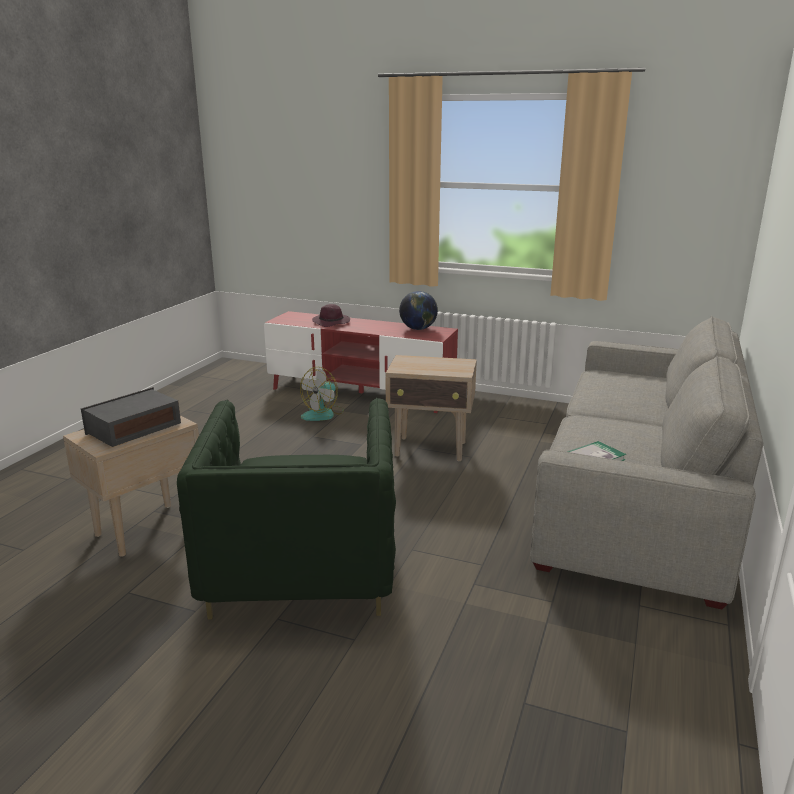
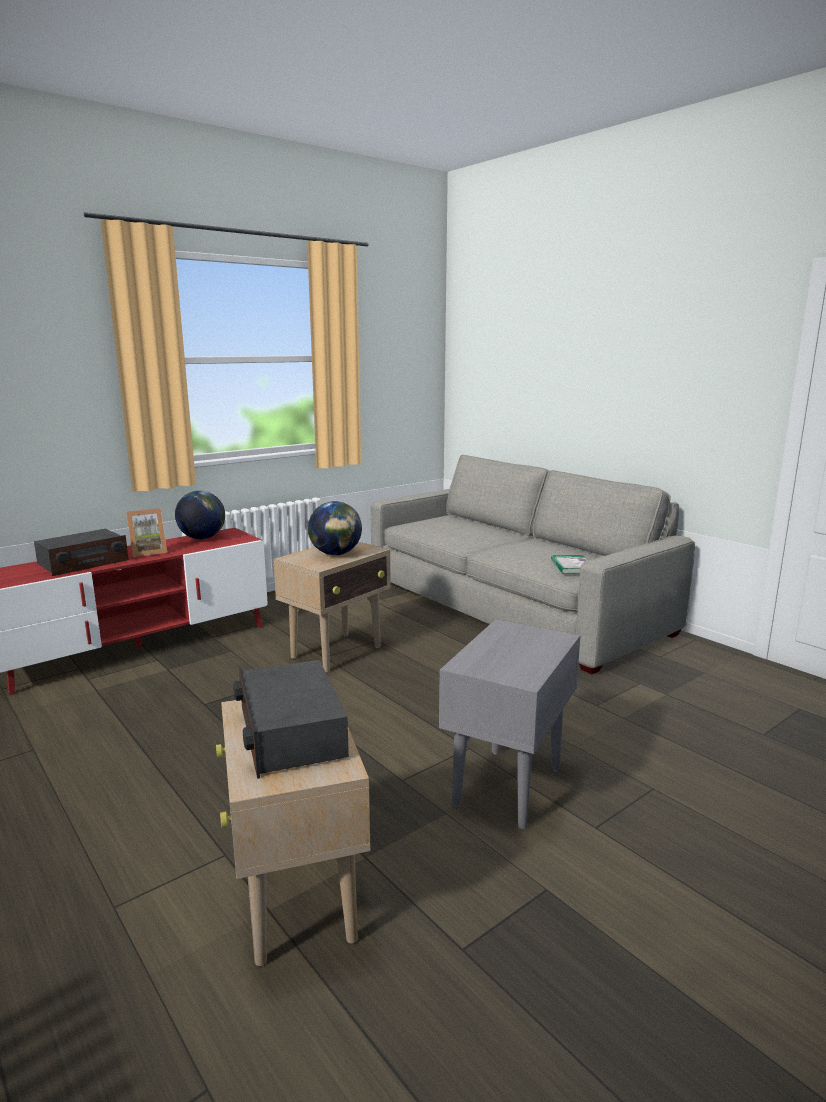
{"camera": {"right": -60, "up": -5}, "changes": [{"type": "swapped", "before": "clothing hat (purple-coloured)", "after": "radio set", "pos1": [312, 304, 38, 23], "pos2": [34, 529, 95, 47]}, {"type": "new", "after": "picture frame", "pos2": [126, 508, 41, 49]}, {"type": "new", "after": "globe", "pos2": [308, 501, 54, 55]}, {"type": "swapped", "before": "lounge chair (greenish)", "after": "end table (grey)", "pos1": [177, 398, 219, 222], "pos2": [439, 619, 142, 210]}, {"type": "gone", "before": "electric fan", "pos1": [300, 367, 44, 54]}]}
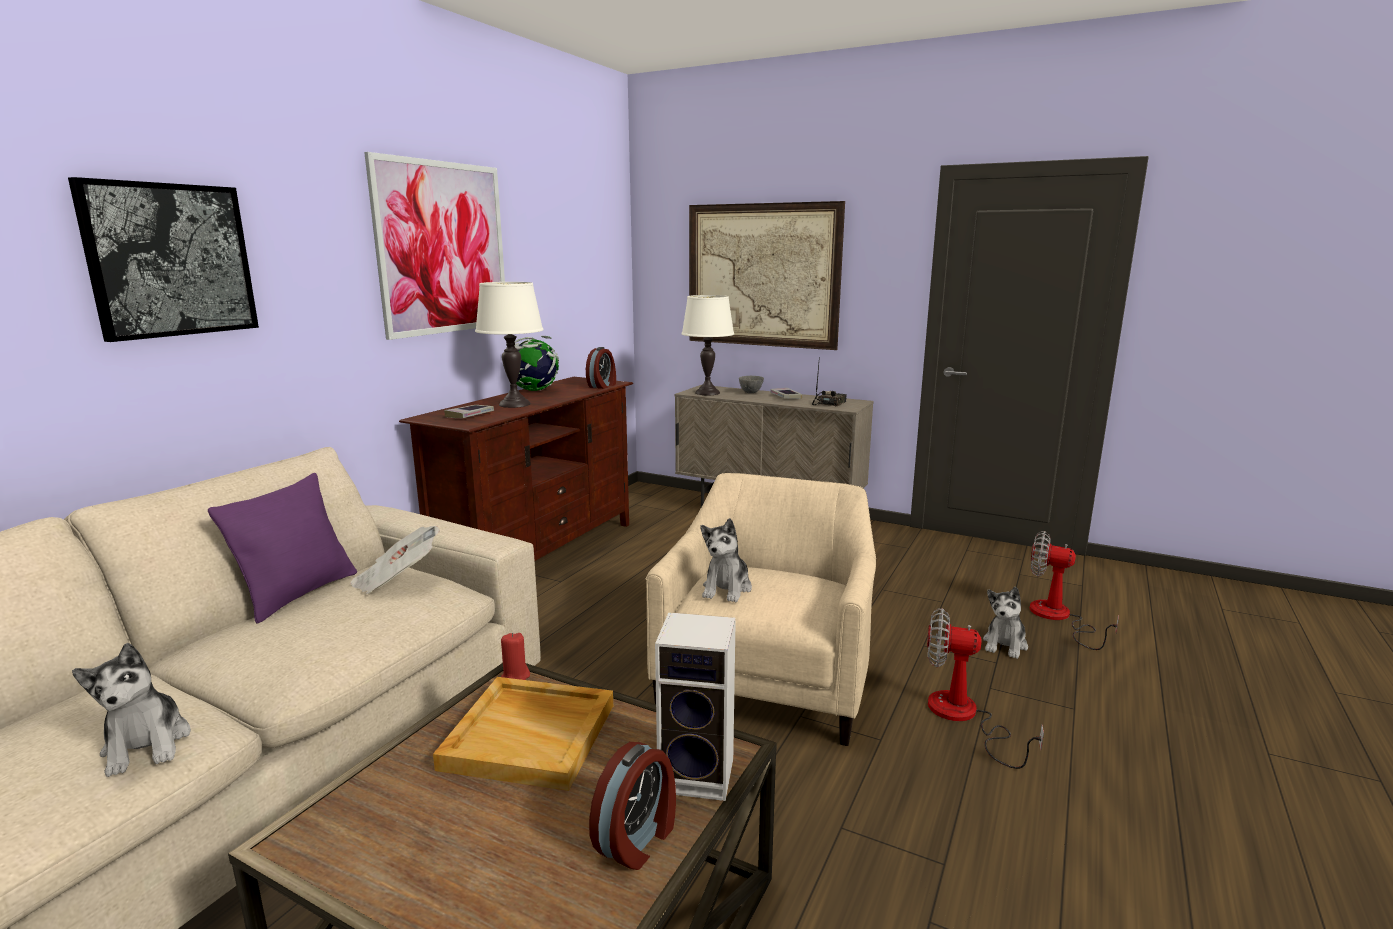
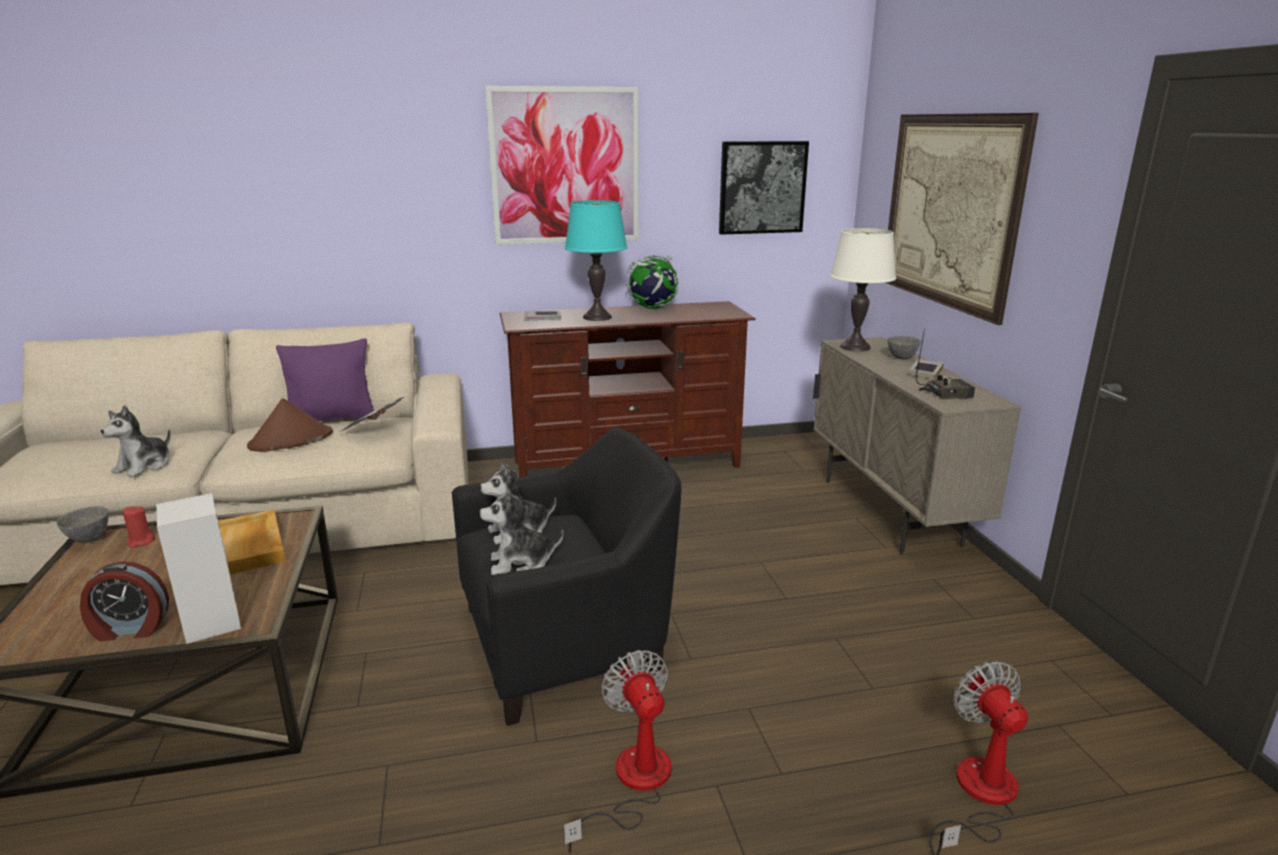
{"camera": {"right": 50, "up": 5}, "changes": [{"type": "new", "after": "serving bowl (grey)", "pos2": [56, 506, 52, 36]}, {"type": "shifted", "before": "wax light (red)", "pos1": [501, 633, 29, 47], "pos2": [123, 506, 32, 42]}, {"type": "new", "after": "clothing hat (brown)", "pos2": [247, 398, 86, 54]}, {"type": "repainted", "before": "lounge chair (beige-coloured)", "after": "lounge chair (black-coloured)", "pos1": [646, 473, 230, 273], "pos2": [452, 427, 230, 299]}, {"type": "shifted", "before": "plush toy", "pos1": [983, 587, 45, 72], "pos2": [480, 487, 84, 88]}, {"type": "repainted", "before": "table lamp (white-coloured)", "after": "table lamp (turquoise)", "pos1": [475, 282, 69, 126], "pos2": [565, 200, 63, 121]}, {"type": "shifted", "before": "wall art", "pos1": [68, 177, 191, 165], "pos2": [719, 141, 90, 94]}, {"type": "gone", "before": "table clock", "pos1": [586, 347, 30, 42]}]}
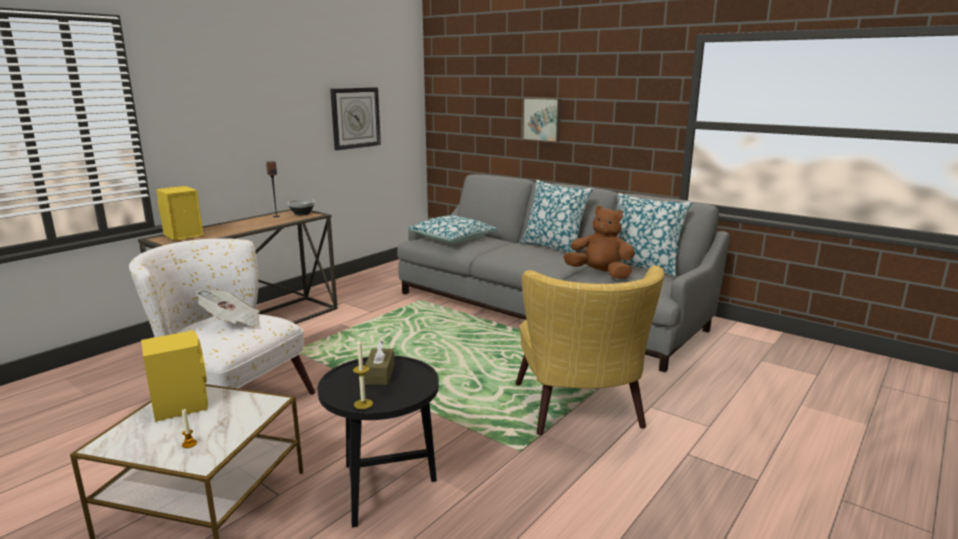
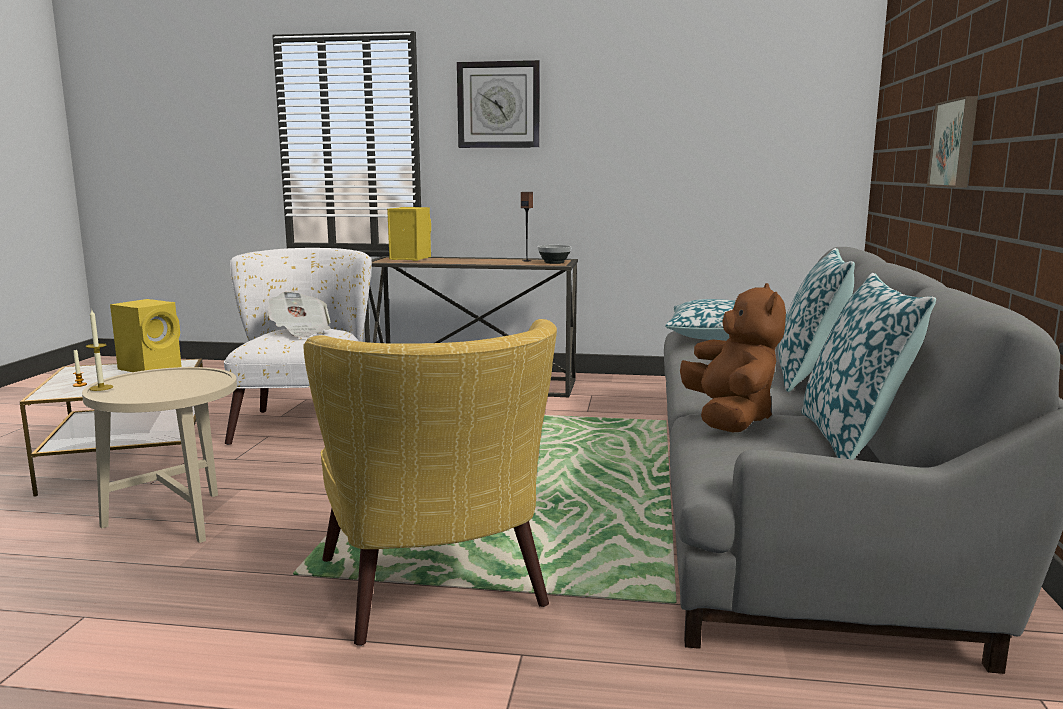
{"camera": {"right": 60, "up": -5}, "changes": [{"type": "repainted", "before": "end table (black-coloured)", "after": "end table (beige-coloured)", "pos1": [318, 356, 121, 172], "pos2": [82, 367, 155, 176]}, {"type": "rotated", "before": "lounge chair (yellow)", "pos1": [516, 266, 148, 169], "pos2": [304, 319, 253, 327], "turn": -75}, {"type": "shifted", "before": "hanging clock", "pos1": [330, 87, 51, 63], "pos2": [457, 60, 83, 88]}, {"type": "gone", "before": "tissue box (brown)", "pos1": [364, 341, 30, 44]}]}
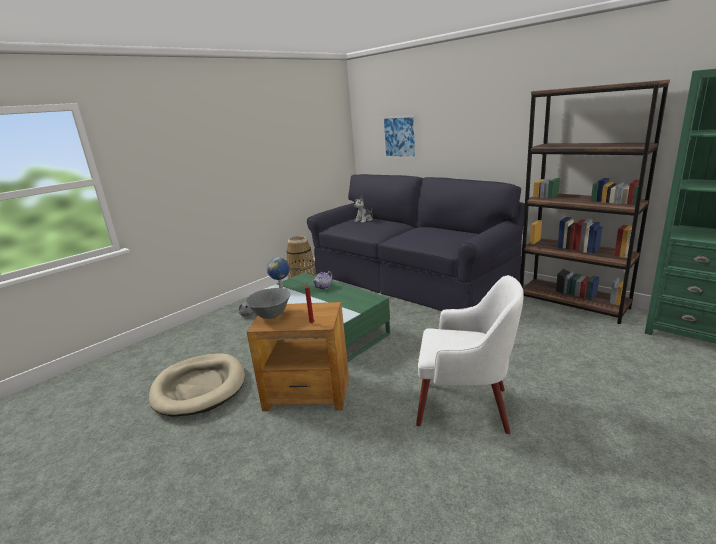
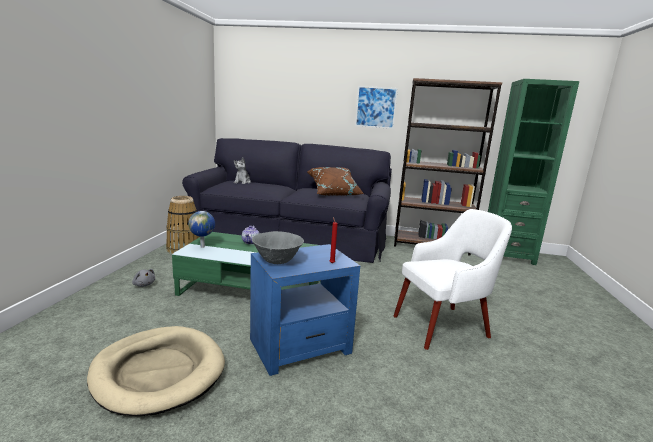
{"camera": {"right": -35, "up": -5}, "changes": [{"type": "repainted", "before": "end table (brown)", "after": "end table (blue-coloured)", "pos1": [247, 302, 102, 109], "pos2": [250, 244, 110, 132]}, {"type": "new", "after": "cushion (brown)", "pos2": [307, 167, 57, 28]}, {"type": "shifted", "before": "wall art", "pos1": [383, 115, 34, 43], "pos2": [355, 86, 43, 43]}]}
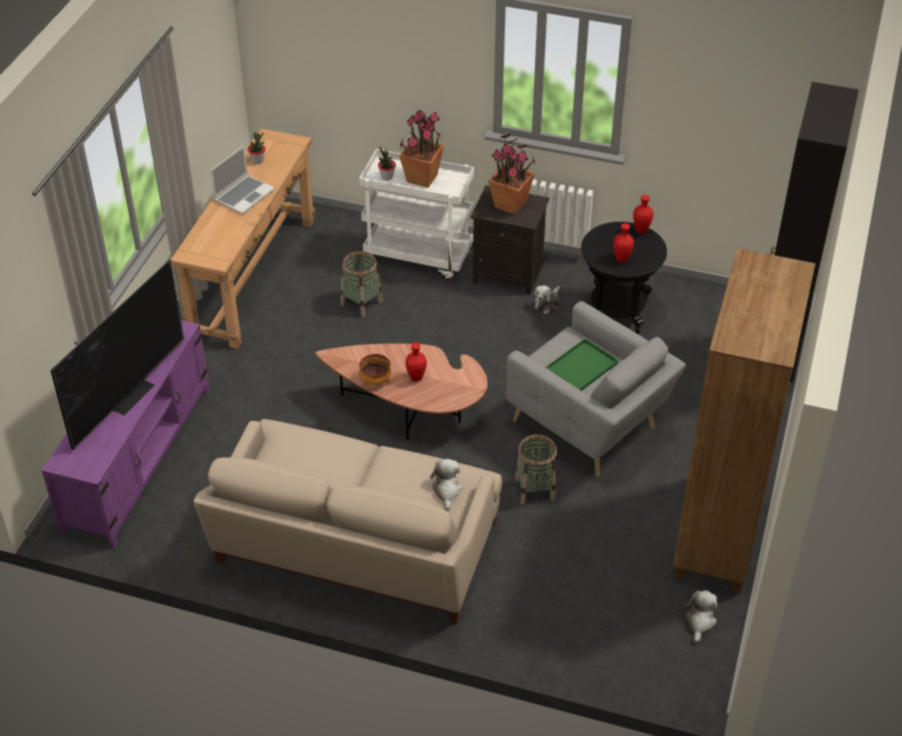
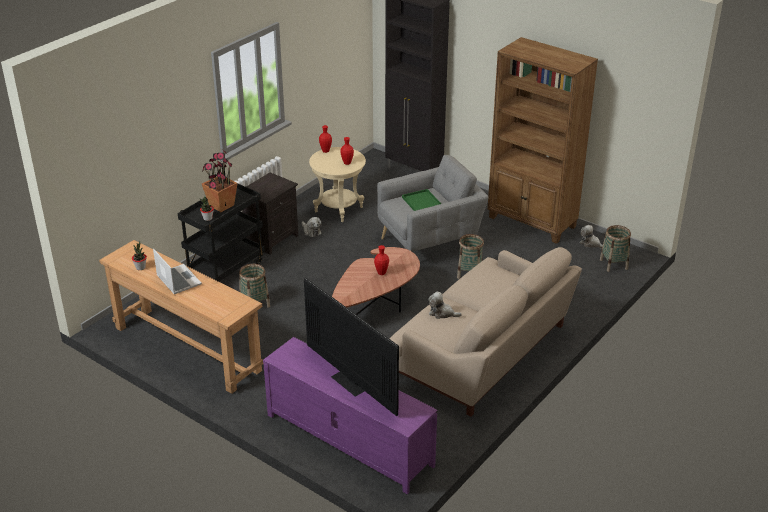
{"camera": {"right": -70, "up": -10}, "changes": [{"type": "repainted", "before": "trolley (white-coloured)", "after": "trolley (black-coloured)", "pos1": [359, 149, 115, 132], "pos2": [178, 184, 87, 98]}, {"type": "repainted", "before": "end table (black-coloured)", "after": "end table (beige-coloured)", "pos1": [581, 222, 86, 113], "pos2": [309, 147, 57, 75]}, {"type": "shifted", "before": "plush toy", "pos1": [430, 459, 33, 52], "pos2": [429, 292, 33, 27]}, {"type": "new", "after": "household basket", "pos2": [600, 225, 31, 47]}, {"type": "gone", "before": "serving bowl", "pos1": [359, 354, 32, 31]}, {"type": "gone", "before": "potted plant", "pos1": [489, 134, 46, 81]}]}
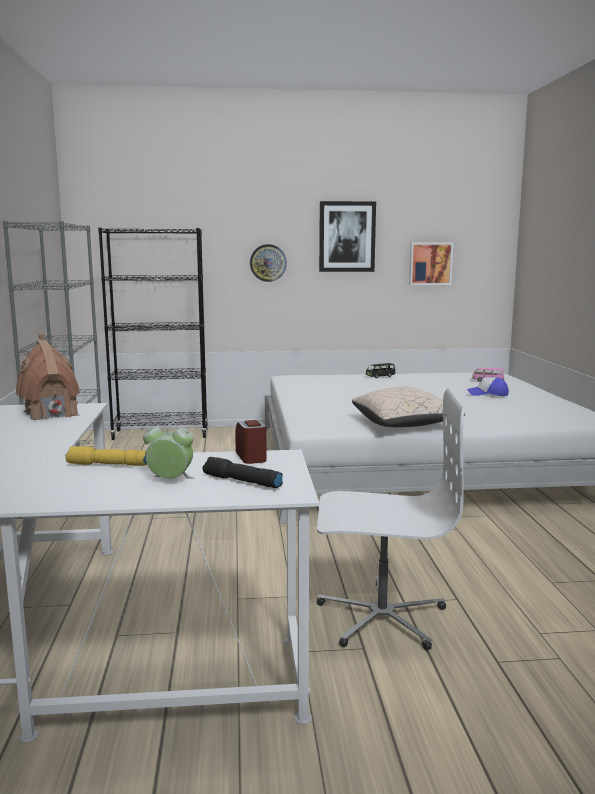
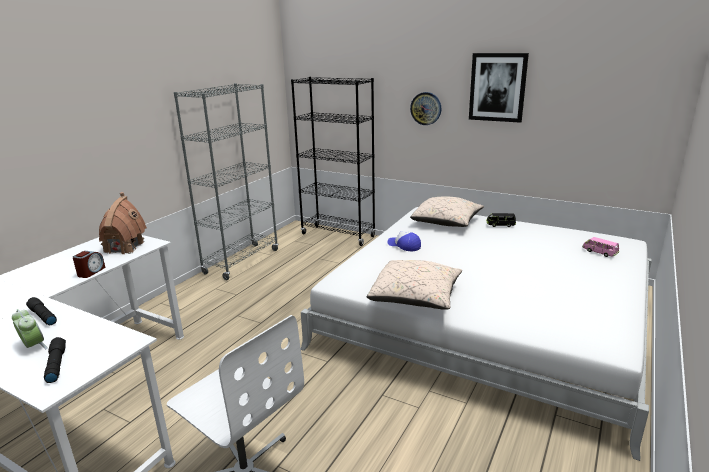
{"camera": {"right": 35, "up": 10}, "changes": [{"type": "repainted", "before": "flashlight (yellow)", "after": "flashlight (black-coloured)", "pos1": [65, 446, 82, 20], "pos2": [26, 297, 31, 28]}, {"type": "shifted", "before": "table clock", "pos1": [235, 420, 32, 44], "pos2": [73, 251, 33, 27]}, {"type": "shifted", "before": "peaked cap", "pos1": [467, 377, 42, 19], "pos2": [387, 231, 34, 20]}, {"type": "new", "after": "cushion (beige-coloured)", "pos2": [410, 196, 74, 31]}, {"type": "gone", "before": "wall art", "pos1": [409, 243, 44, 42]}]}
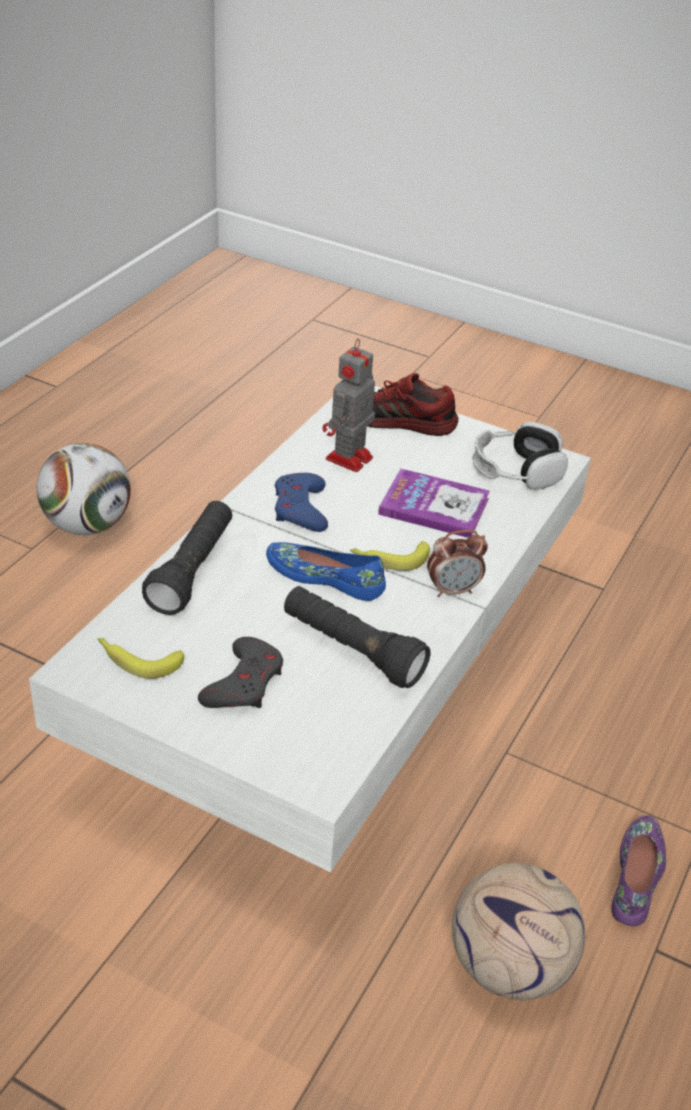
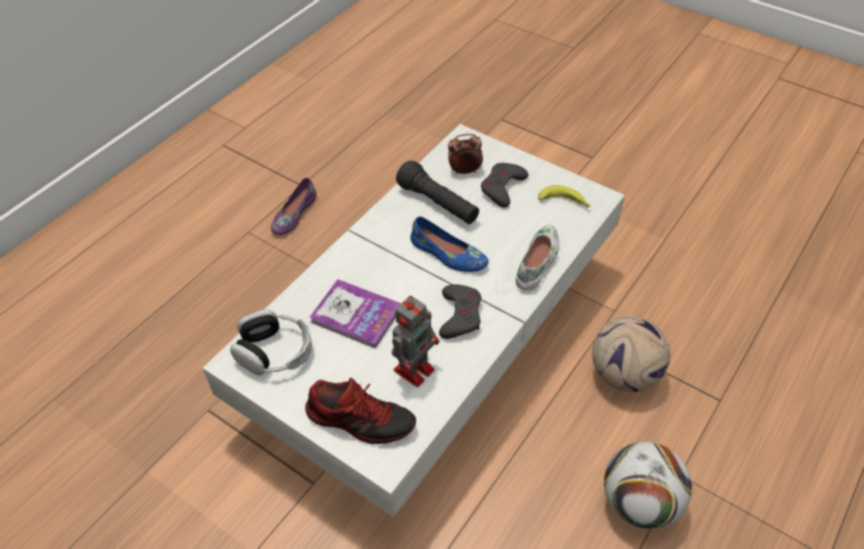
{"camera": {"right": -170, "up": 10}, "changes": [{"type": "repainted", "before": "gamepad (blue-coloured)", "after": "gamepad (grey)", "pos1": [275, 473, 53, 59], "pos2": [439, 284, 42, 55]}, {"type": "shifted", "before": "table clock", "pos1": [427, 530, 61, 67], "pos2": [448, 134, 35, 41]}, {"type": "swapped", "before": "flashlight (black-coloured)", "after": "low shoe (white-coloured)", "pos1": [142, 501, 90, 114], "pos2": [516, 225, 43, 66]}, {"type": "shifted", "before": "football", "pos1": [452, 862, 134, 139], "pos2": [592, 316, 78, 76]}, {"type": "gone", "before": "banana fruit", "pos1": [350, 541, 80, 30]}]}
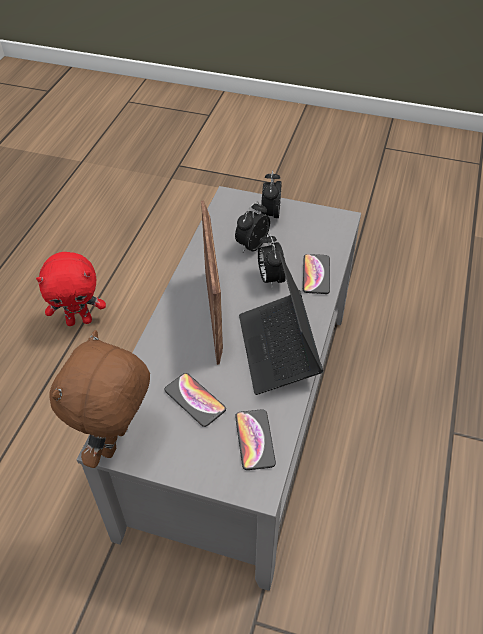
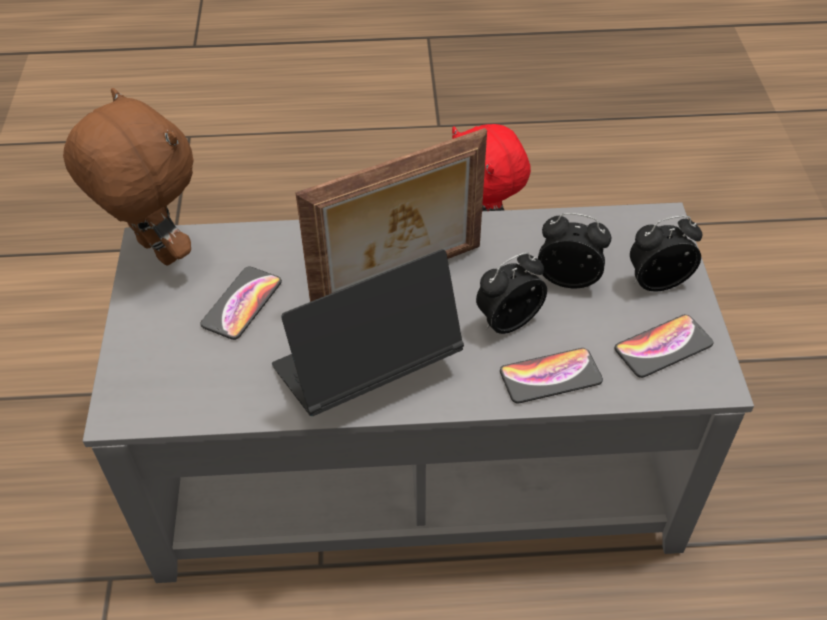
{"camera": {"right": 70, "up": 0}, "changes": [{"type": "rotated", "before": "plush toy (brown)", "pos1": [49, 330, 101, 138], "pos2": [63, 88, 131, 178], "turn": 45}, {"type": "shifted", "before": "telephone", "pos1": [235, 409, 41, 61], "pos2": [615, 314, 98, 64]}]}
